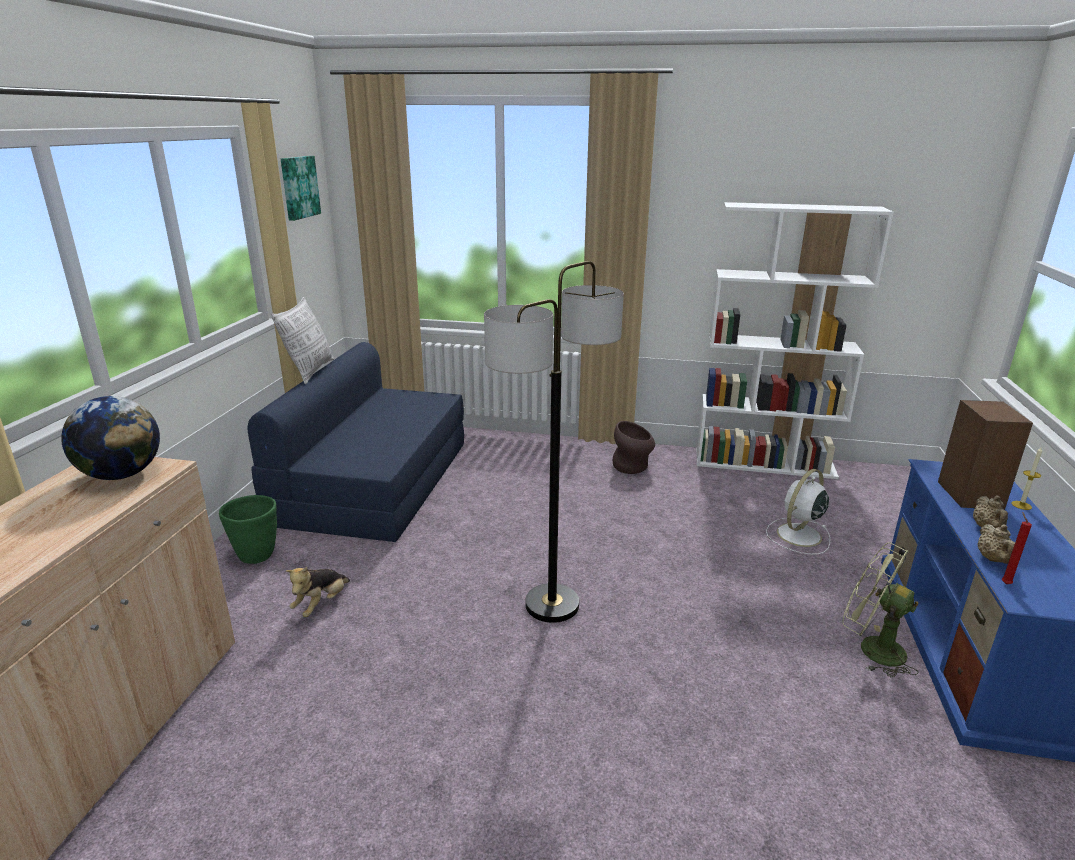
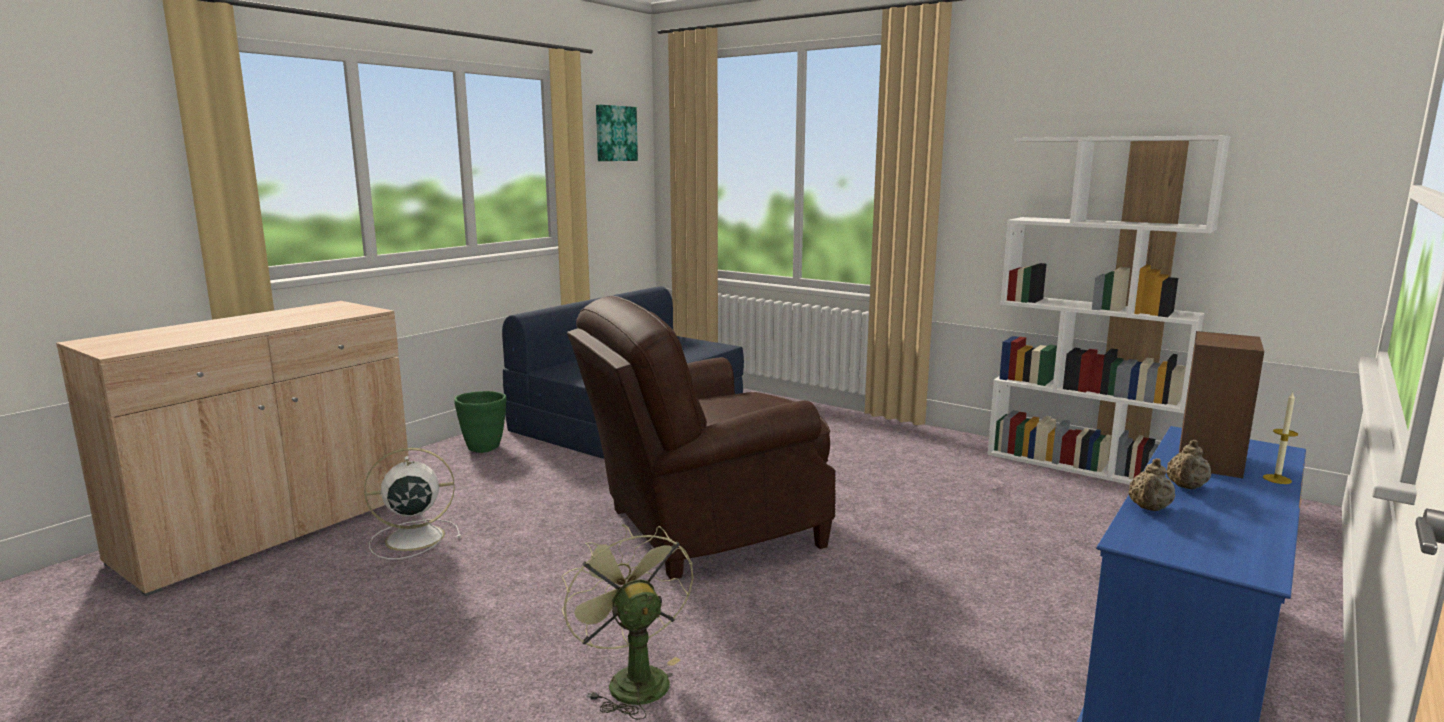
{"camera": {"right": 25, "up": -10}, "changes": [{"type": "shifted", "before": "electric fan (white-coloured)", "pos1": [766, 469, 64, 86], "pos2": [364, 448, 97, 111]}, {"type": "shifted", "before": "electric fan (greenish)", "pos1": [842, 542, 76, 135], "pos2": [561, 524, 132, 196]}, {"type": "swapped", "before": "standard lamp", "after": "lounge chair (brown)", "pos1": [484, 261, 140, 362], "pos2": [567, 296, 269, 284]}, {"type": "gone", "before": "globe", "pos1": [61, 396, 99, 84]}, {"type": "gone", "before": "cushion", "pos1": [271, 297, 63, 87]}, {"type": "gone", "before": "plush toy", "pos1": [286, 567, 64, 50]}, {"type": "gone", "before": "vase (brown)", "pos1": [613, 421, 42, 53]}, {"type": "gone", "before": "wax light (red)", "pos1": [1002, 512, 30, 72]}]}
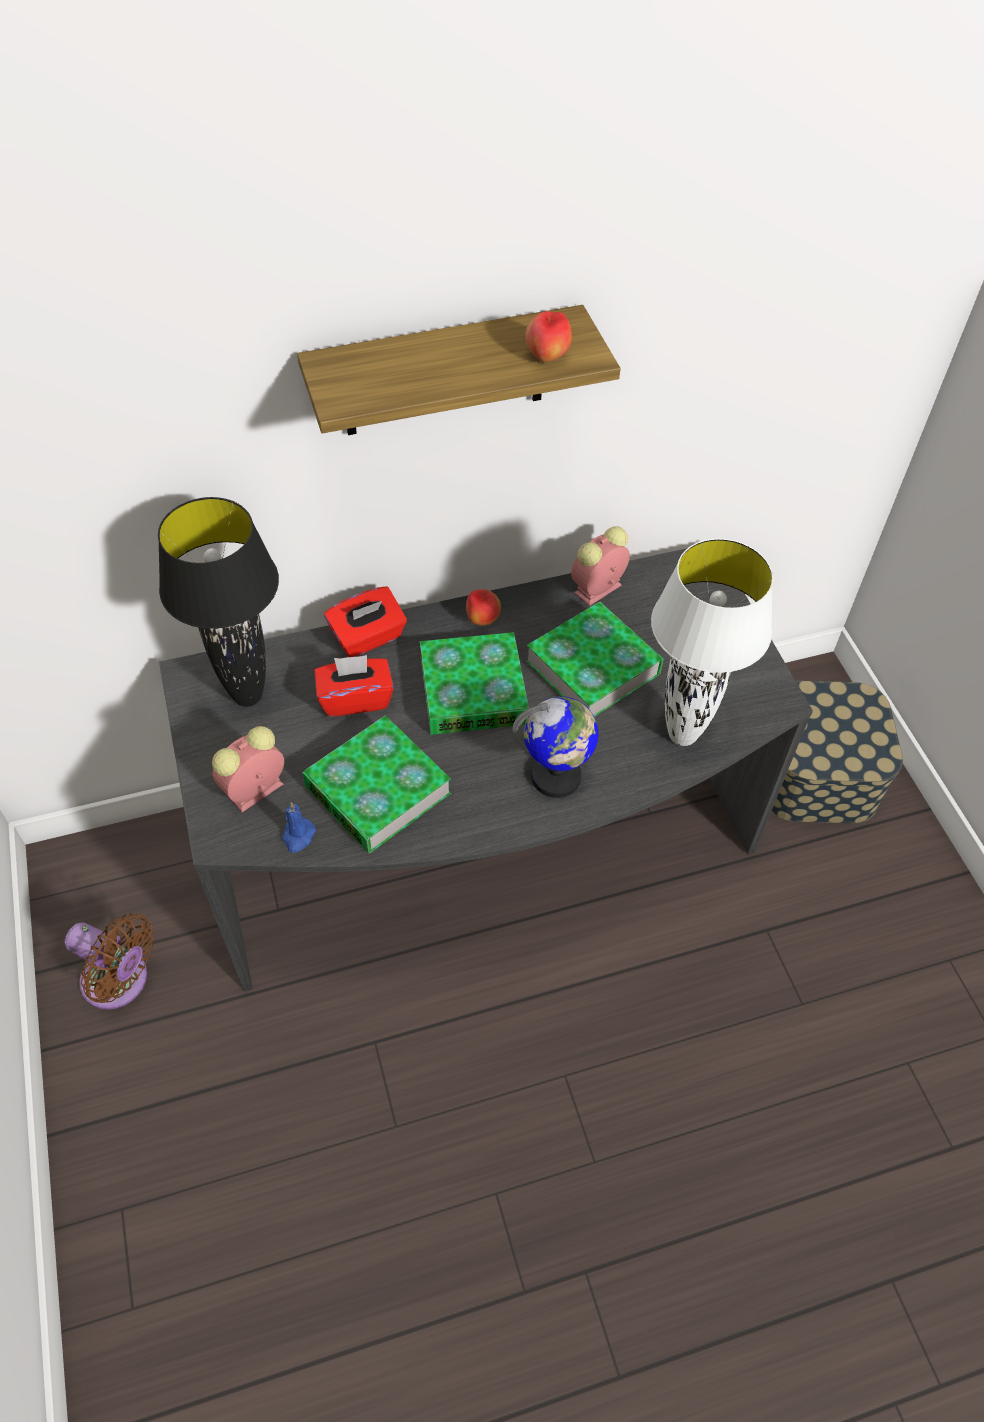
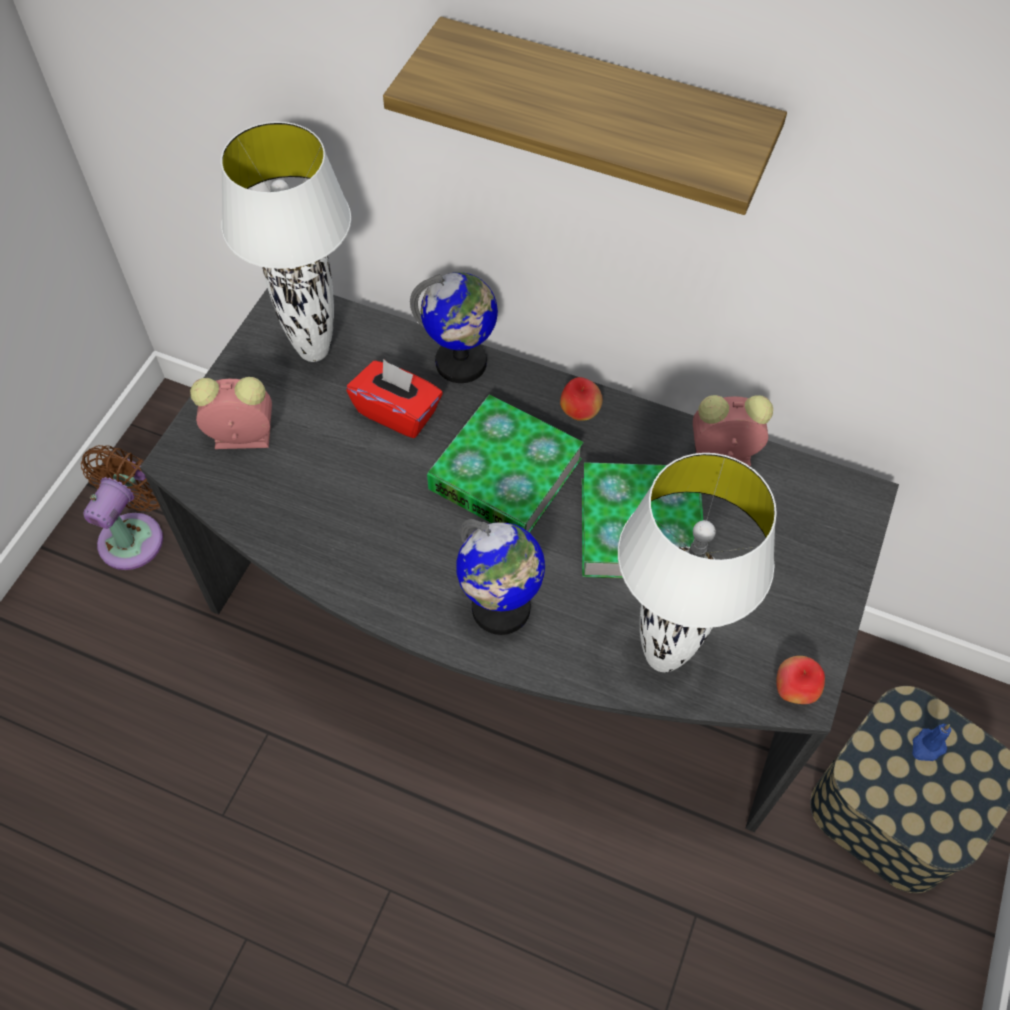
{"camera": {"right": 40, "up": 5}, "changes": [{"type": "rotated", "before": "electric fan (brown)", "pos1": [64, 913, 90, 97], "pos2": [81, 445, 82, 125], "turn": -135}, {"type": "repainted", "before": "table lamp (black-coloured)", "after": "table lamp (white-coloured)", "pos1": [158, 497, 121, 210], "pos2": [221, 122, 130, 240]}, {"type": "swapped", "before": "tissue box (red)", "after": "globe", "pos1": [324, 586, 83, 71], "pos2": [410, 272, 88, 111]}, {"type": "shifted", "before": "apple", "pos1": [525, 311, 47, 51], "pos2": [776, 656, 49, 48]}, {"type": "shifted", "before": "wax light (blue-coloured)", "pos1": [282, 802, 34, 51], "pos2": [913, 724, 38, 37]}, {"type": "gone", "before": "bound book", "pos1": [302, 715, 149, 138]}]}
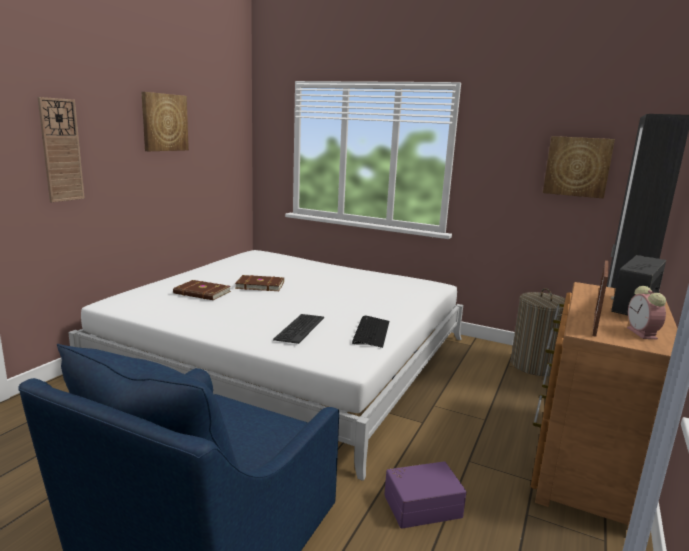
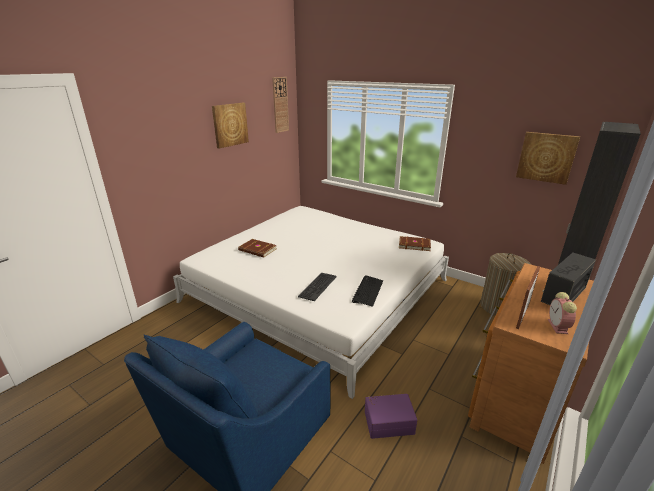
{"camera": {"right": 10, "up": 10}, "changes": [{"type": "shifted", "before": "hanging clock", "pos1": [38, 97, 47, 105], "pos2": [272, 77, 17, 56]}, {"type": "shifted", "before": "bound book (brown)", "pos1": [235, 275, 49, 16], "pos2": [399, 236, 32, 15]}]}
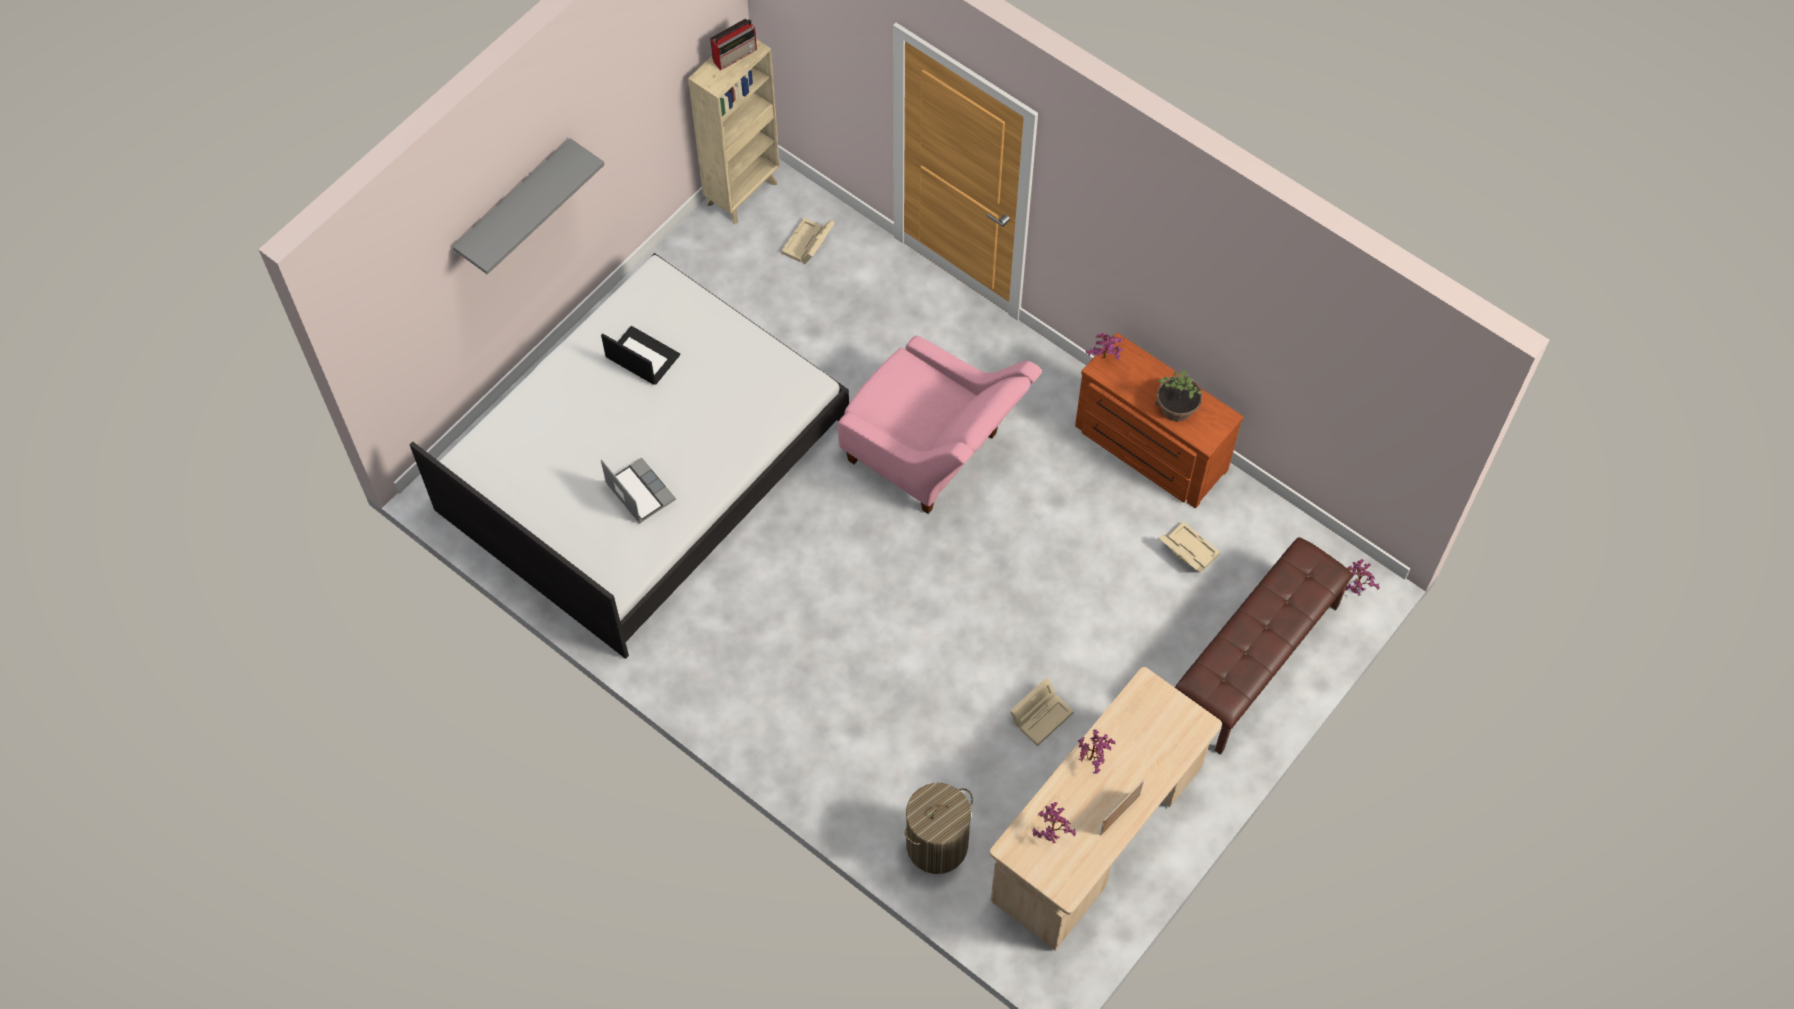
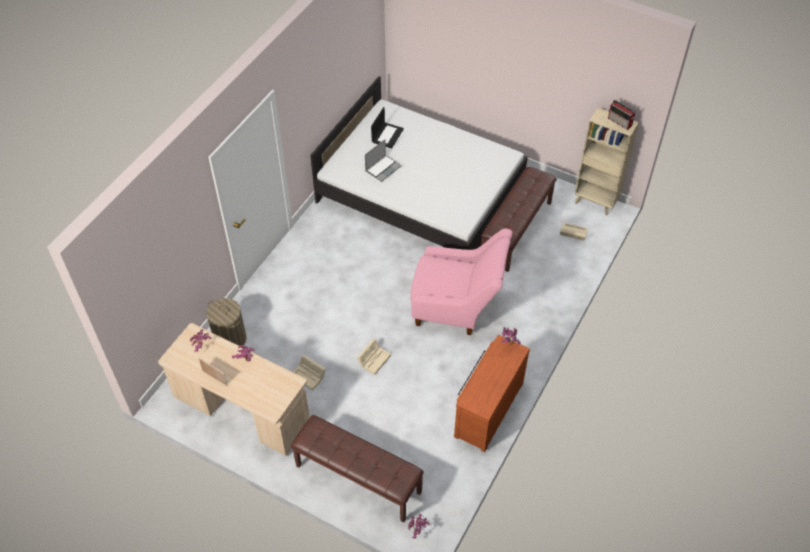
{"camera": {"right": 80, "up": -10}, "changes": [{"type": "shifted", "before": "storage container (beige-coloured)", "pos1": [1159, 521, 61, 52], "pos2": [357, 339, 34, 36]}, {"type": "shifted", "before": "laptop", "pos1": [601, 326, 79, 59], "pos2": [371, 107, 33, 41]}, {"type": "rotated", "before": "lounge chair (pink-coloured)", "pos1": [838, 335, 204, 179], "pos2": [411, 228, 101, 107], "turn": -105}, {"type": "new", "after": "bench (brown)", "pos2": [481, 167, 76, 105]}, {"type": "gone", "before": "shelf (grey)", "pos1": [452, 138, 152, 136]}, {"type": "gone", "before": "potted plant", "pos1": [1155, 370, 47, 52]}]}
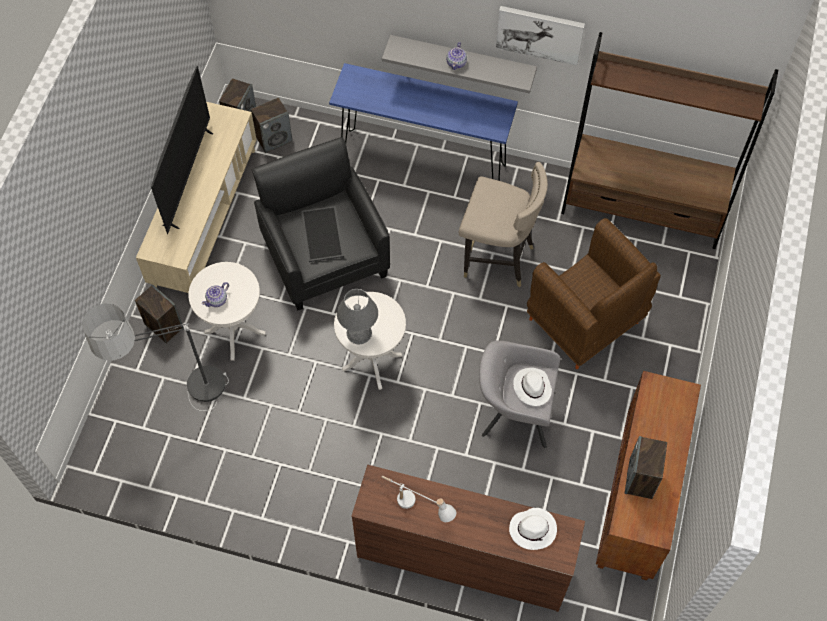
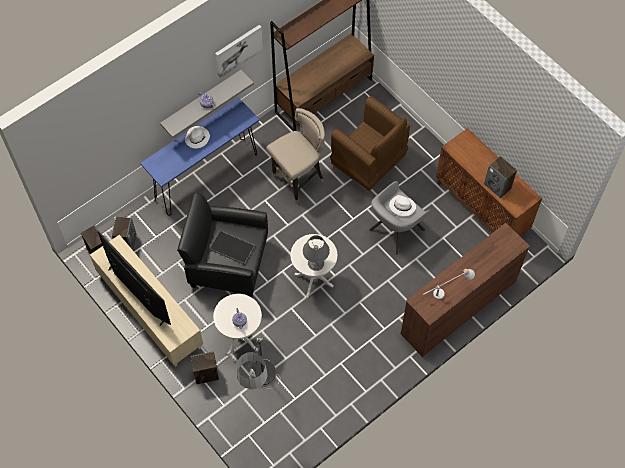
{"camera": {"right": -55, "up": 0}, "changes": [{"type": "shifted", "before": "clothing hat (white-coloured)", "pos1": [509, 508, 48, 42], "pos2": [185, 126, 25, 23]}, {"type": "rotated", "before": "lounge chair (brown)", "pos1": [527, 218, 134, 151], "pos2": [330, 96, 80, 99], "turn": 45}]}
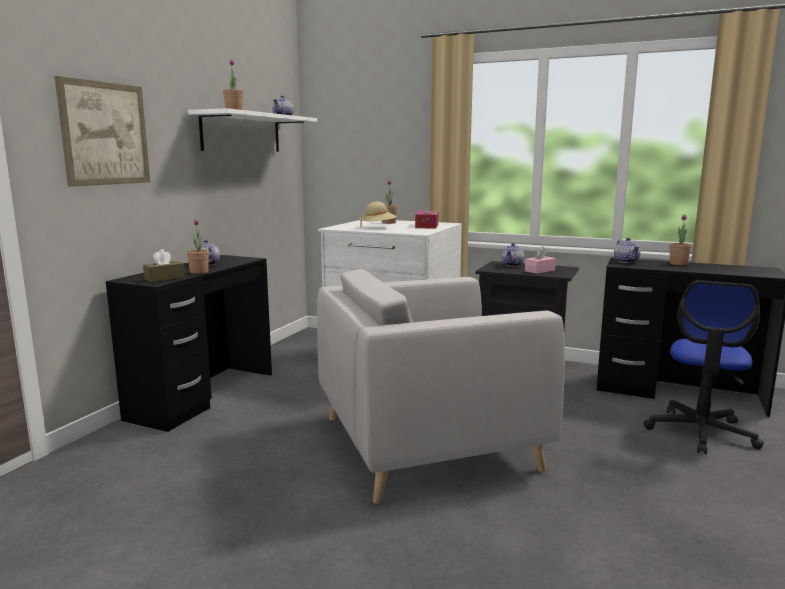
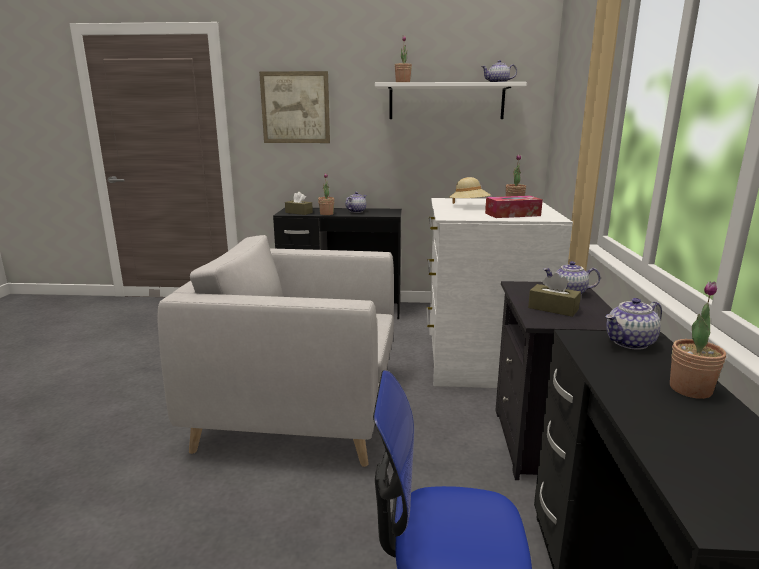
{"camera": {"right": 70, "up": 5}, "changes": [{"type": "rotated", "before": "lounge chair (grey)", "pos1": [317, 269, 248, 235], "pos2": [157, 235, 237, 232], "turn": -45}, {"type": "repainted", "before": "tissue box (pink-coloured)", "after": "tissue box (brown)", "pos1": [525, 247, 31, 27], "pos2": [528, 273, 53, 44]}]}
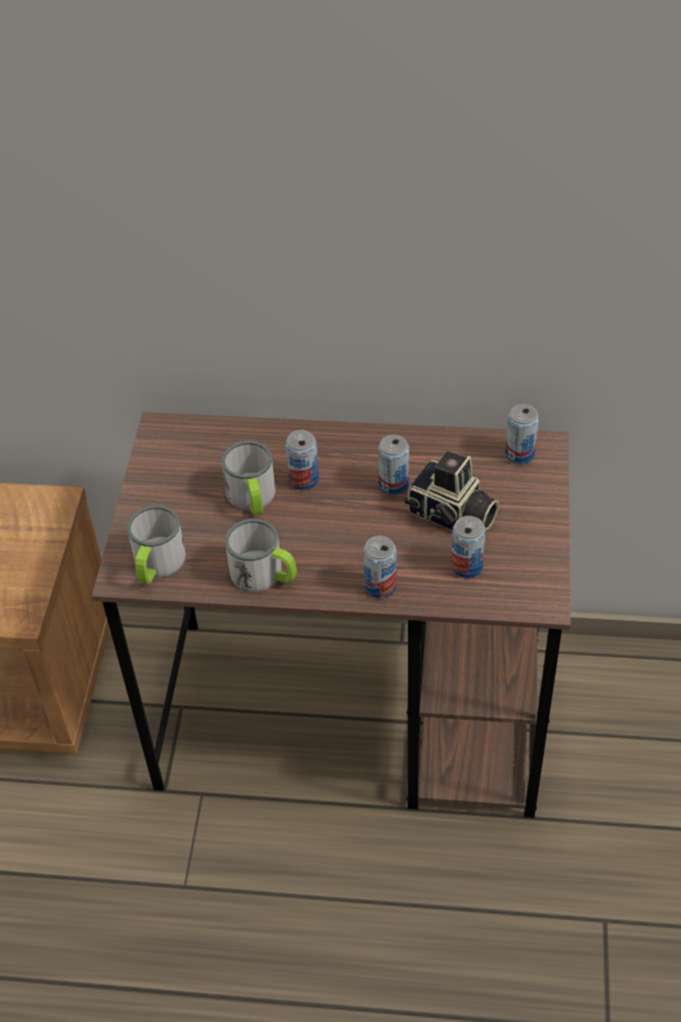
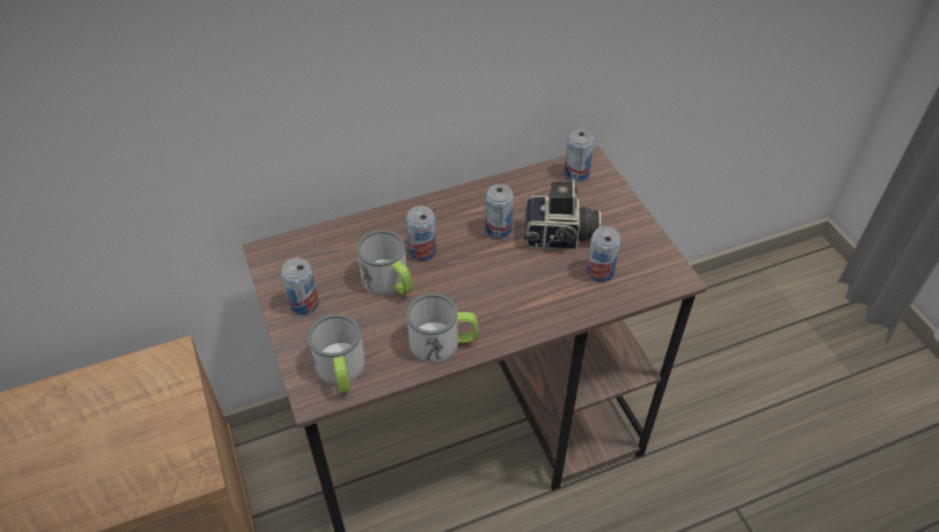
{"camera": {"right": -30, "up": 0}, "changes": [{"type": "shifted", "before": "metal can", "pos1": [363, 536, 34, 62], "pos2": [281, 258, 38, 57]}]}
